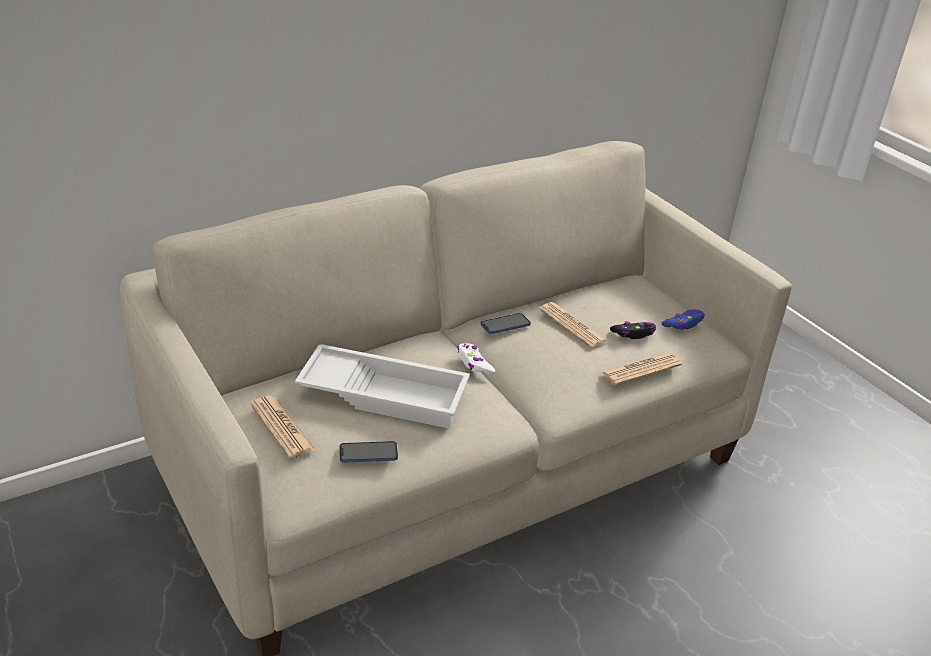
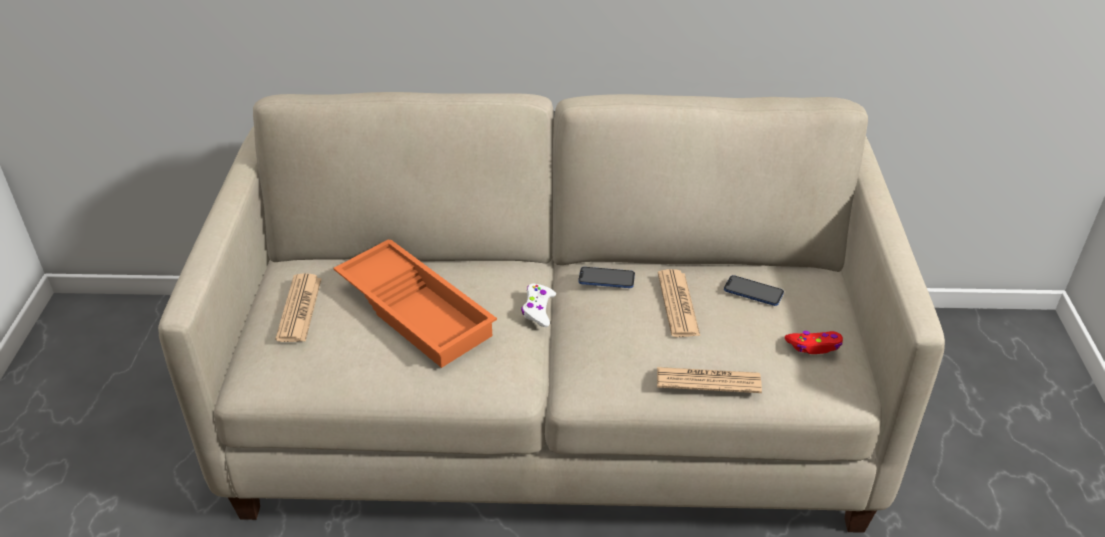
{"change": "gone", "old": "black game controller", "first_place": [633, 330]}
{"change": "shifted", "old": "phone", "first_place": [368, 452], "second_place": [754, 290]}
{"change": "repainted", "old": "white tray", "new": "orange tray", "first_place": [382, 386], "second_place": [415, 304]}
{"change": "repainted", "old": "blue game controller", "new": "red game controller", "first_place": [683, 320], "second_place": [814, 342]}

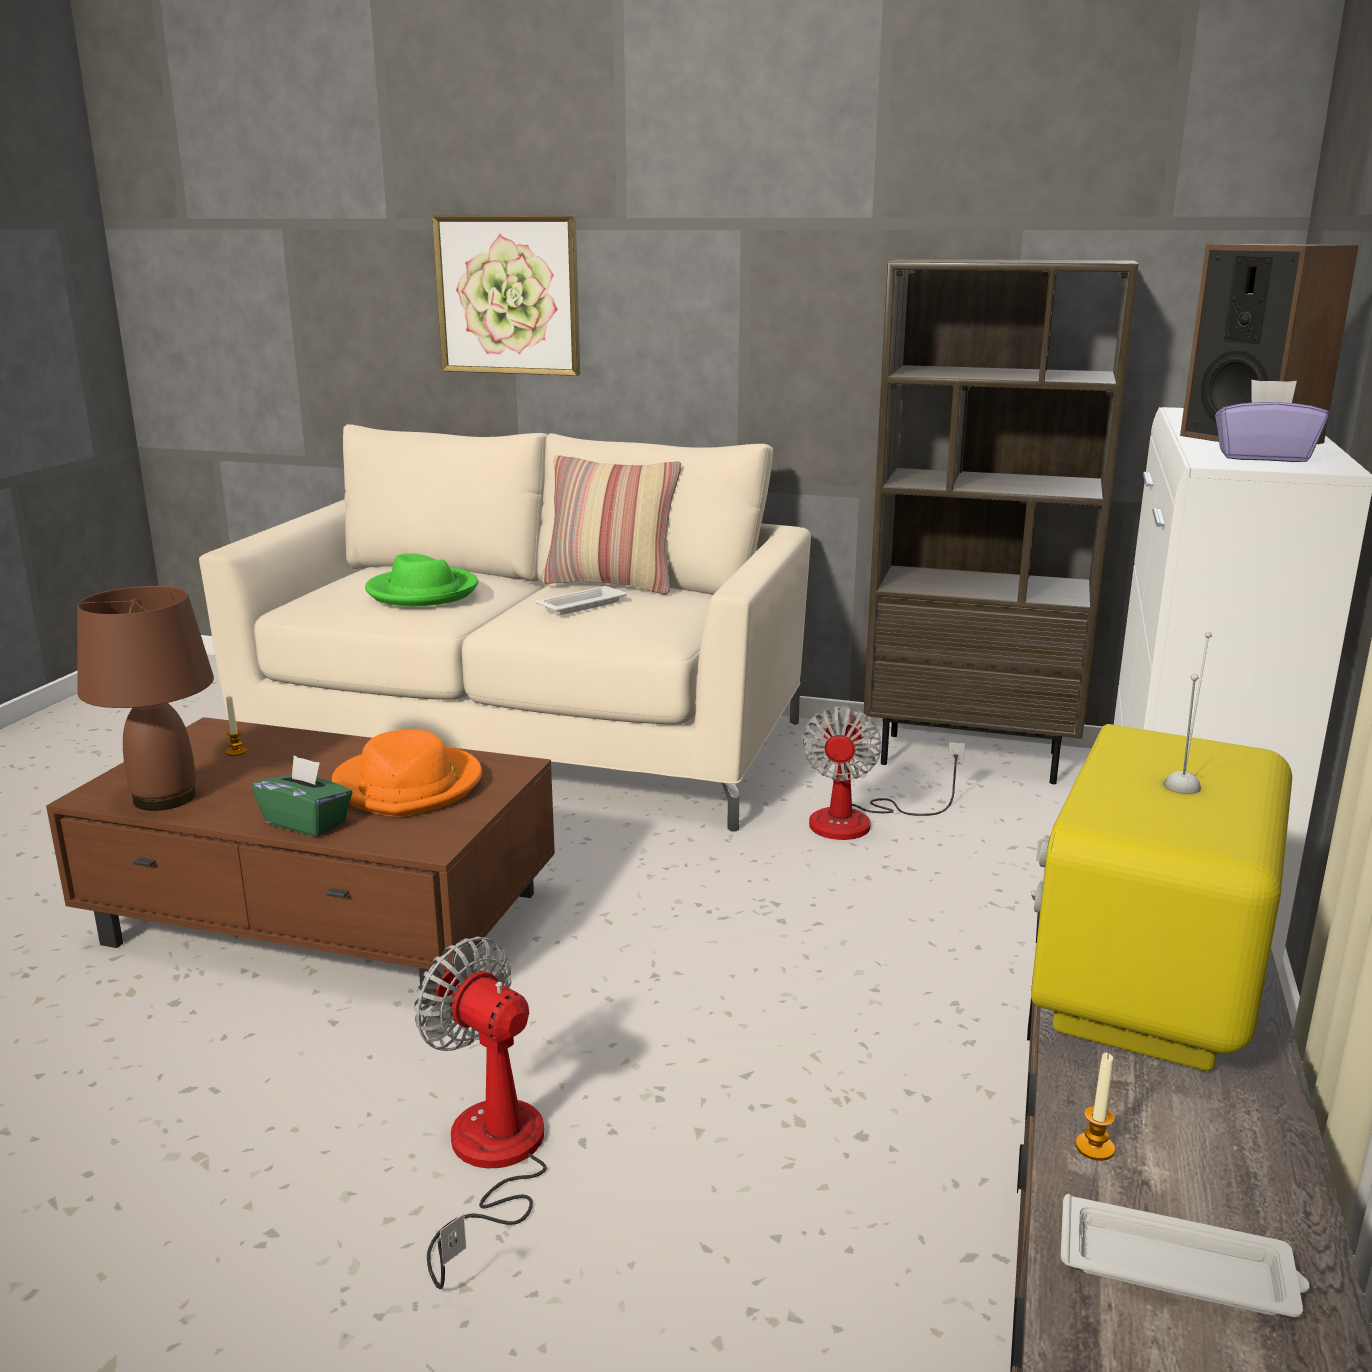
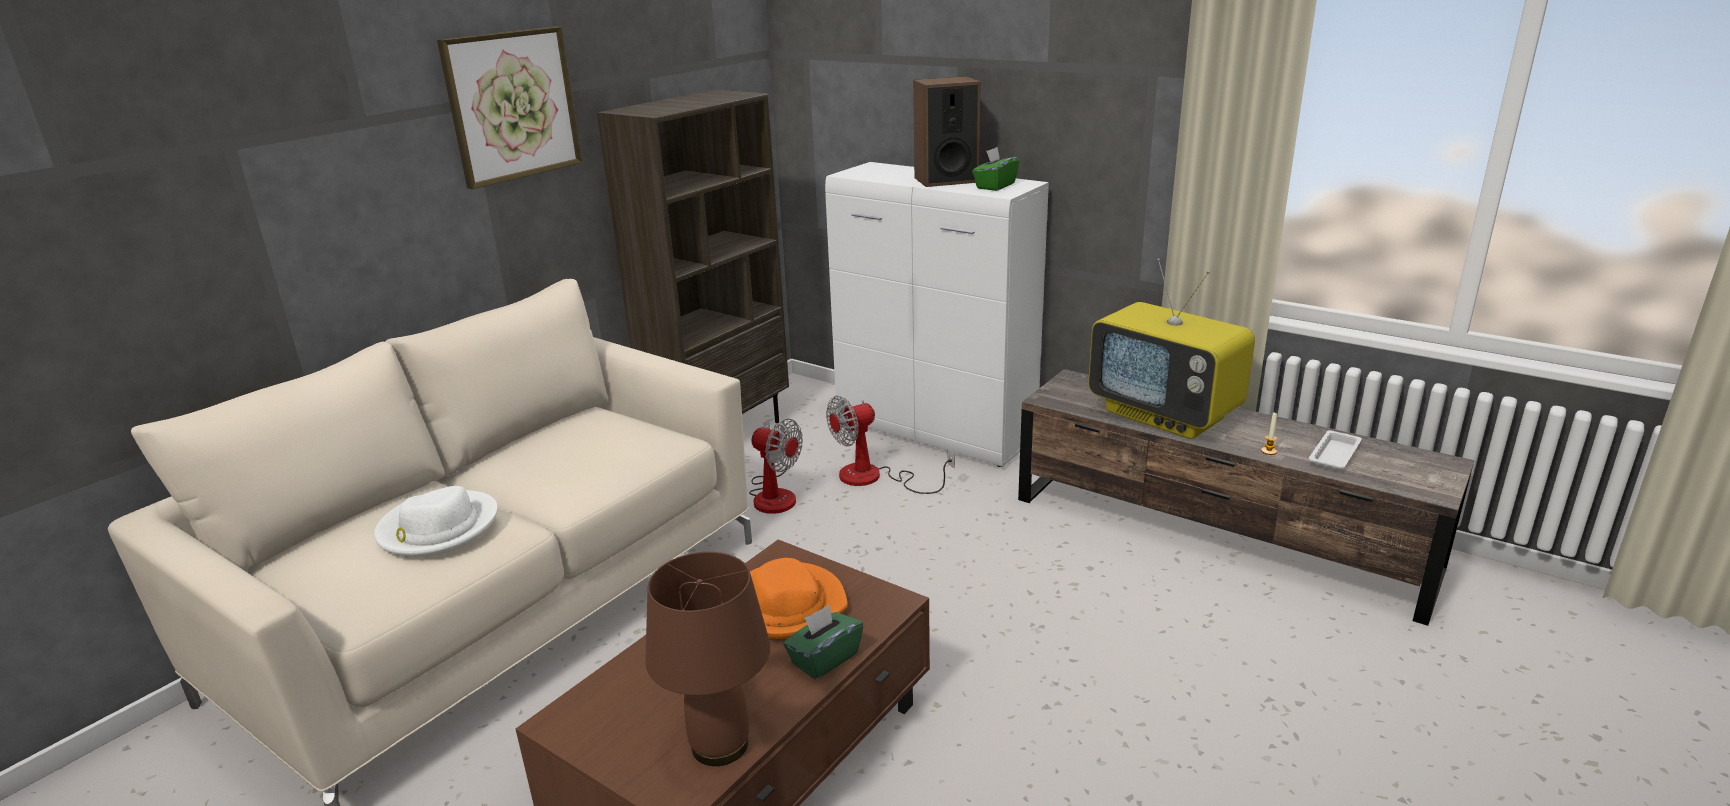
{"change": "gone", "old": "candle", "first_place": [236, 726]}
{"change": "gone", "old": "white tray", "first_place": [581, 600]}
{"change": "gone", "old": "pillow", "first_place": [611, 525]}
{"change": "shifted", "old": "fan", "first_place": [480, 1112], "second_place": [890, 445]}
{"change": "shifted", "old": "picture", "first_place": [506, 296], "second_place": [509, 107]}
{"change": "repainted", "old": "green hat", "new": "white hat", "first_place": [421, 580], "second_place": [435, 521]}
{"change": "repainted", "old": "purple tissue box", "new": "green tissue box", "first_place": [1272, 421], "second_place": [995, 169]}

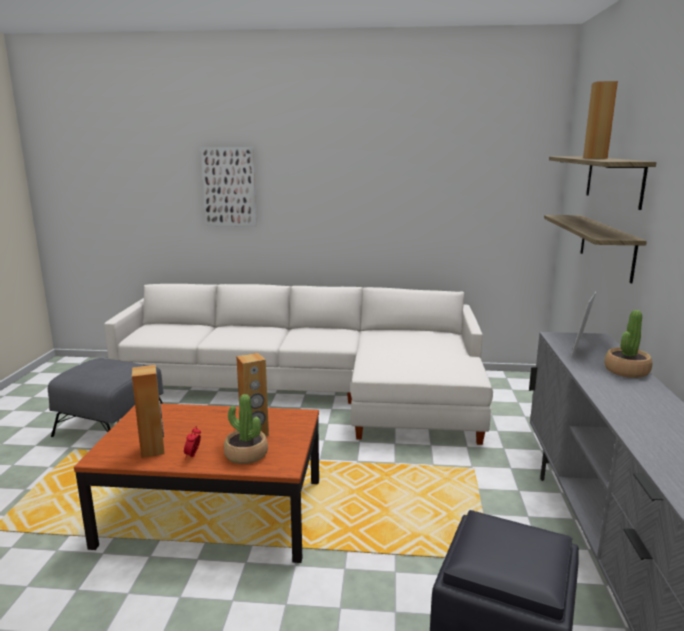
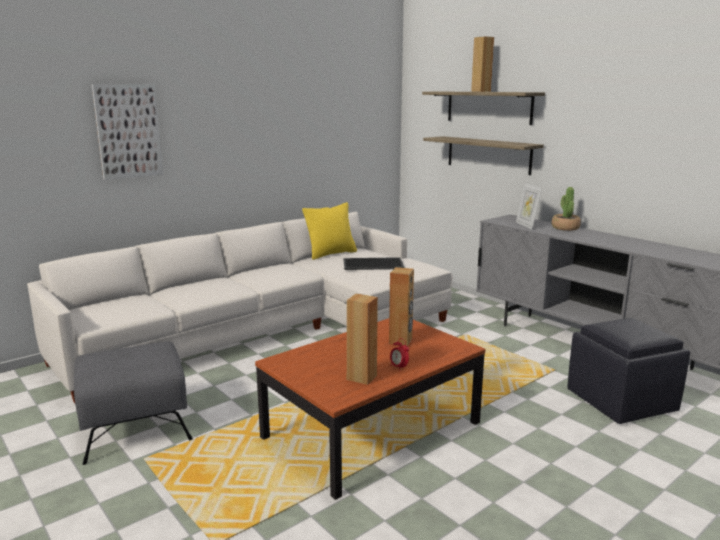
{"change": "gone", "old": "potted plant", "first_place": [246, 429]}
{"change": "new", "new": "yellow pillow", "second_place": [329, 231]}
{"change": "new", "new": "tray", "second_place": [374, 263]}

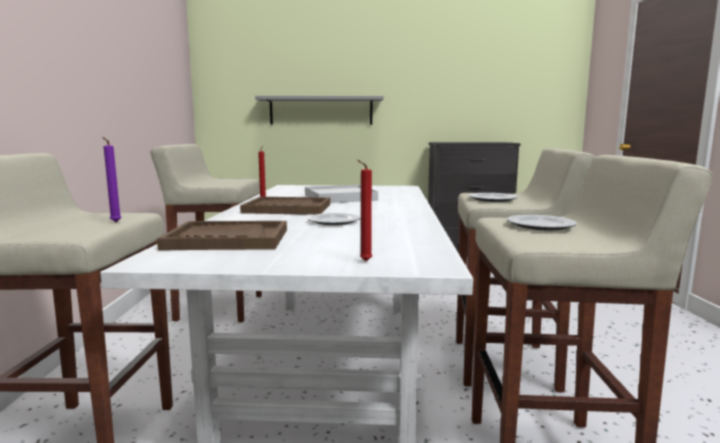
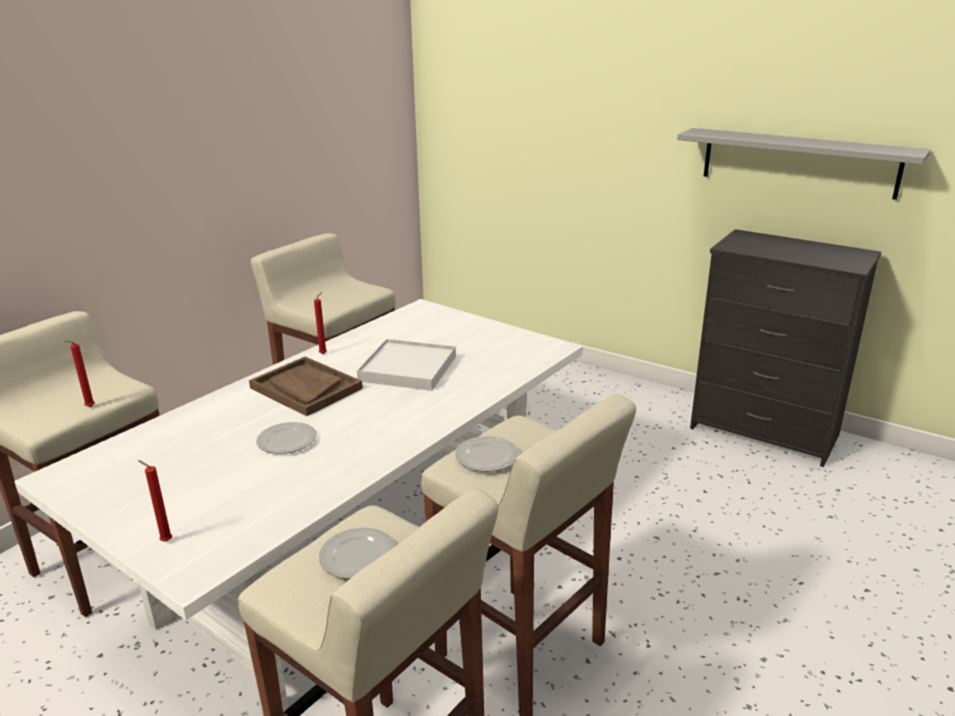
{"change": "gone", "old": "brown tray", "first_place": [222, 235]}
{"change": "shifted", "old": "grey shelf", "first_place": [319, 110], "second_place": [804, 164]}
{"change": "repainted", "old": "purple candle", "new": "red candle", "first_place": [112, 179], "second_place": [80, 374]}

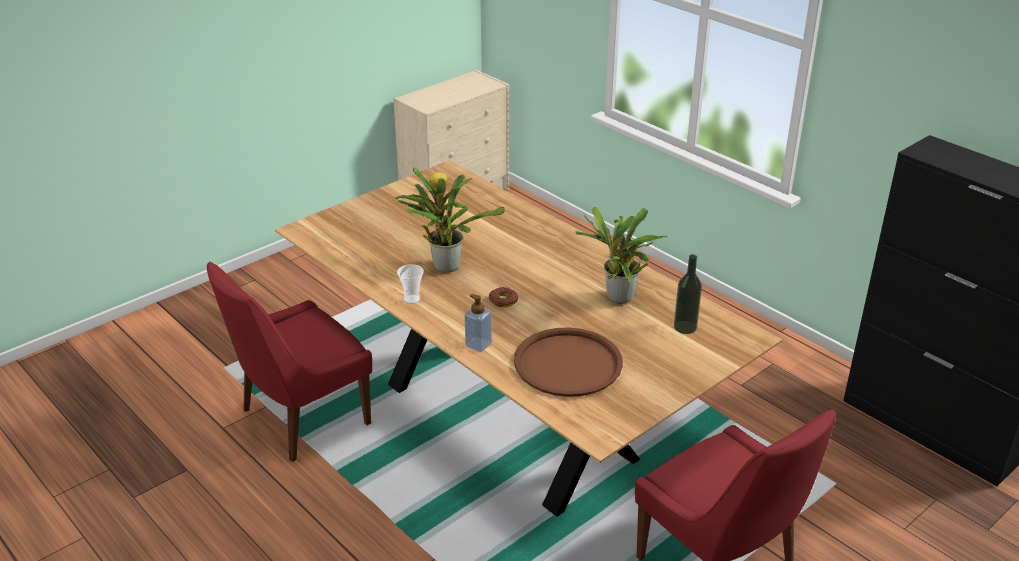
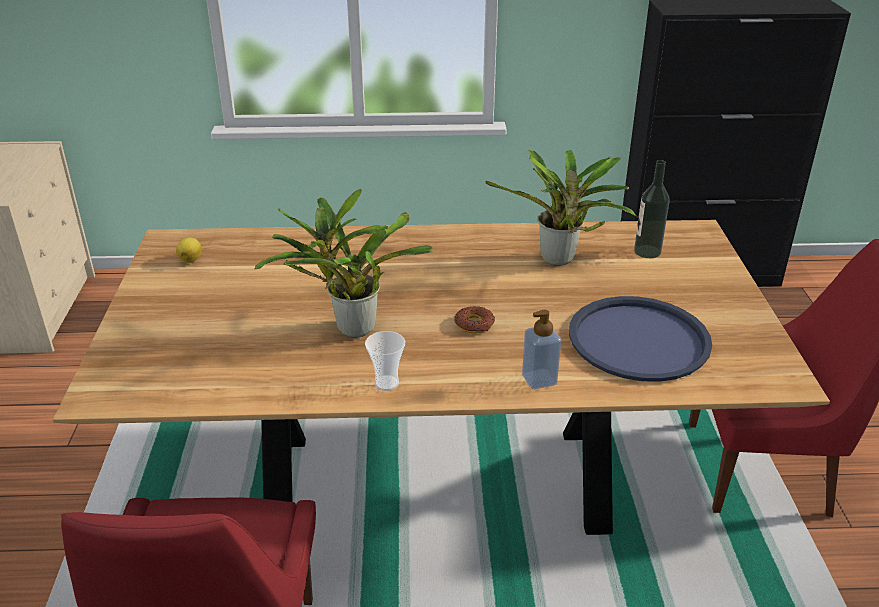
{"change": "repainted", "old": "brown tray", "new": "blue tray", "first_place": [568, 362], "second_place": [640, 339]}

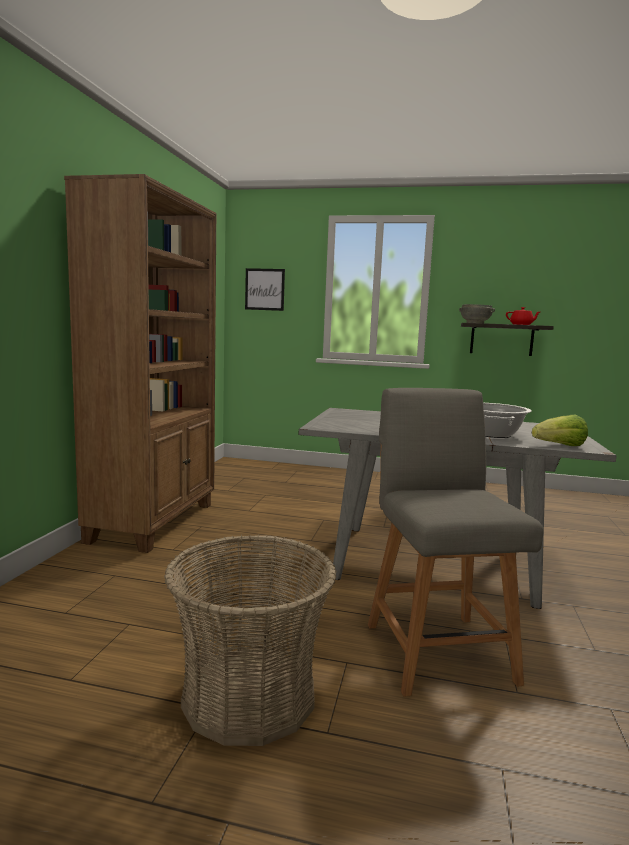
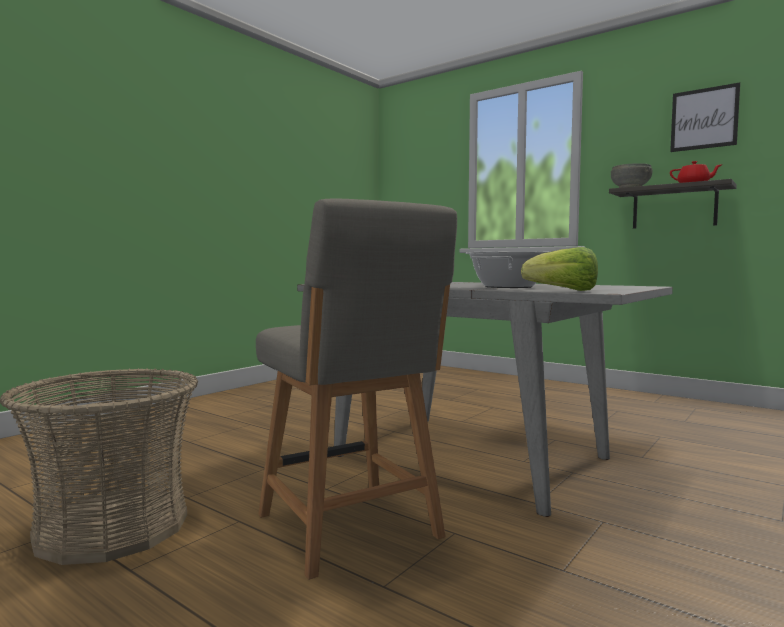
{"change": "gone", "old": "brown bookcase", "first_place": [140, 363]}
{"change": "shifted", "old": "picture", "first_place": [265, 289], "second_place": [705, 117]}
{"change": "rotated", "old": "grey chair", "first_place": [456, 542], "second_place": [356, 389], "degrees": 135}

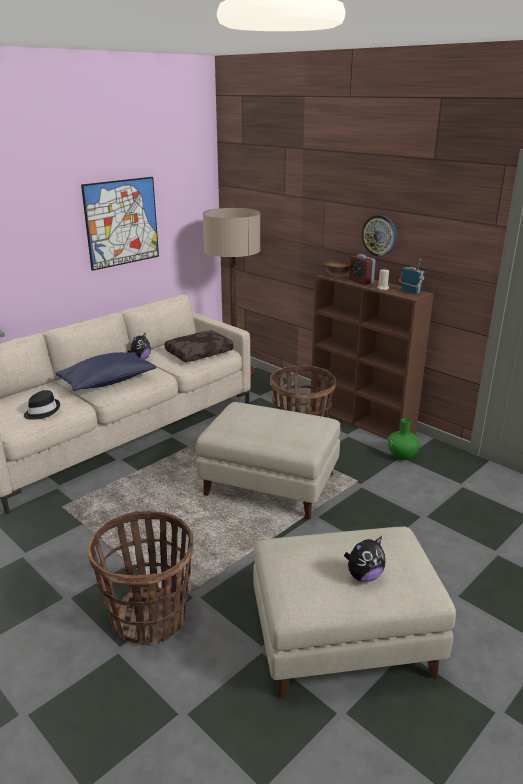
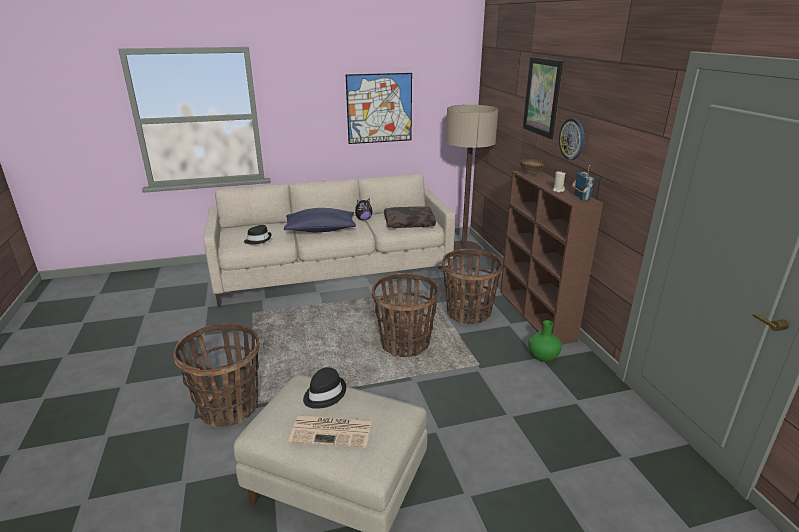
{"change": "gone", "old": "alarm clock", "first_place": [362, 269]}
{"change": "new", "new": "black hat", "second_place": [324, 388]}
{"change": "new", "new": "picture", "second_place": [543, 98]}
{"change": "swapped", "old": "beige ottoman", "new": "basket", "first_place": [268, 460], "second_place": [405, 315]}
{"change": "swapped", "old": "plush toy", "new": "newspaper", "first_place": [364, 559], "second_place": [330, 431]}

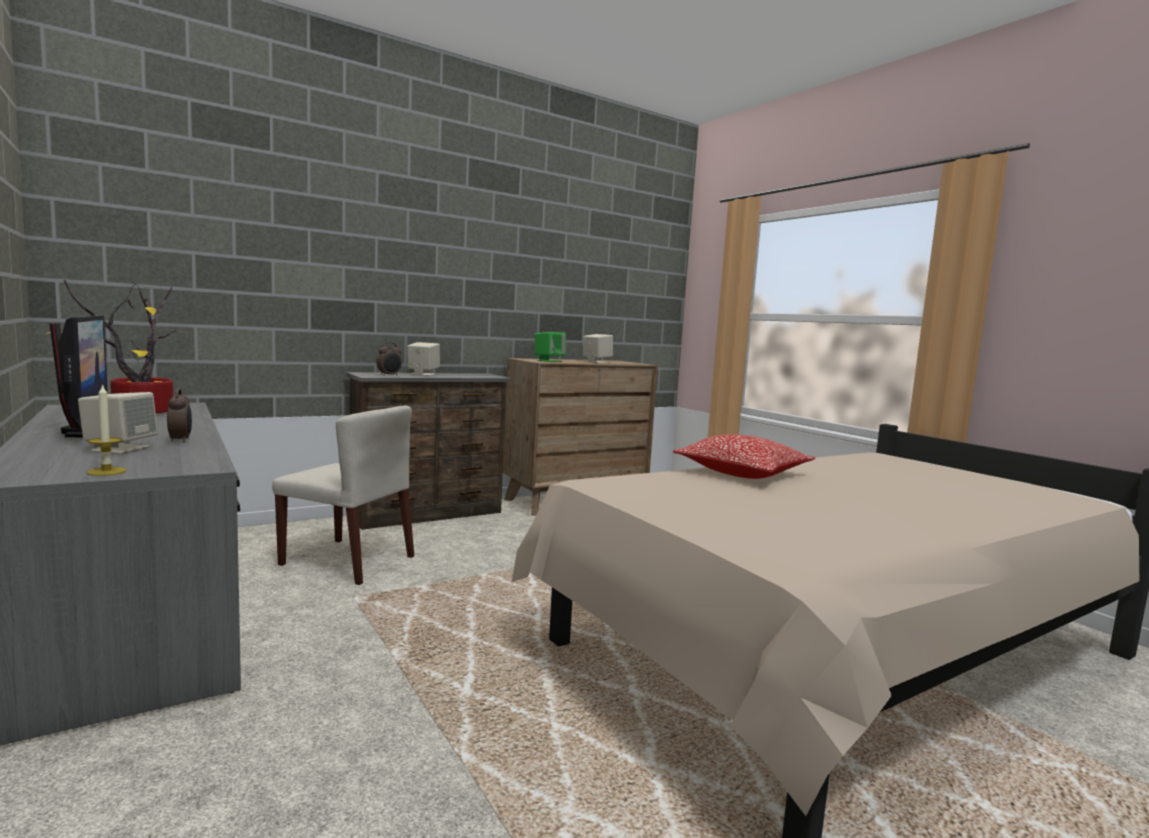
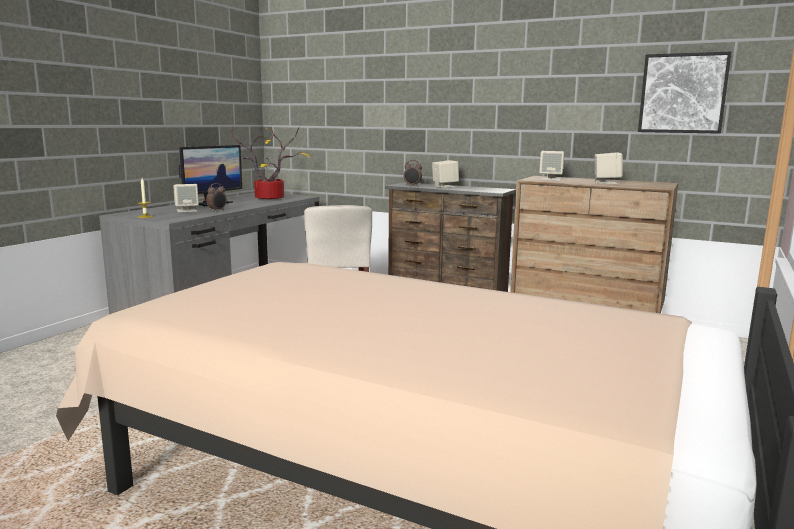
{"change": "gone", "old": "pillow", "first_place": [744, 457]}
{"change": "new", "new": "picture", "second_place": [684, 93]}
{"change": "repainted", "old": "green speaker", "new": "beige speaker", "first_place": [550, 347], "second_place": [551, 166]}

